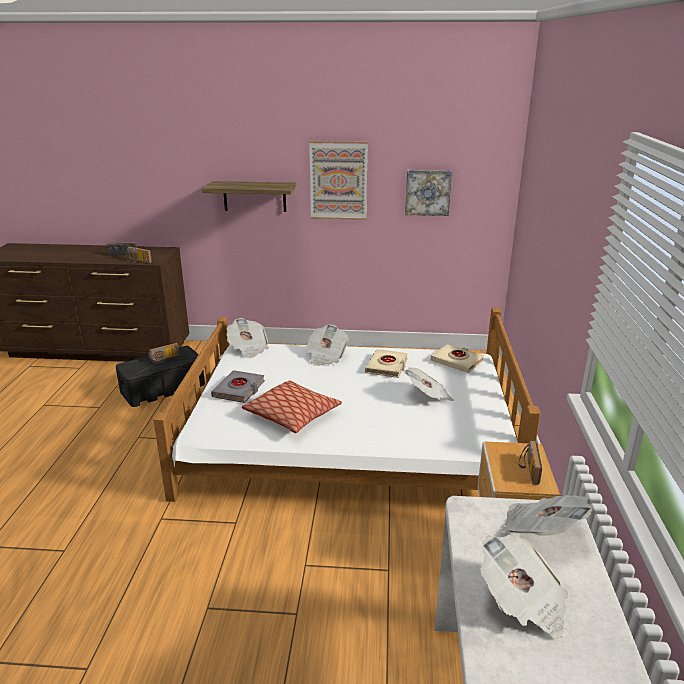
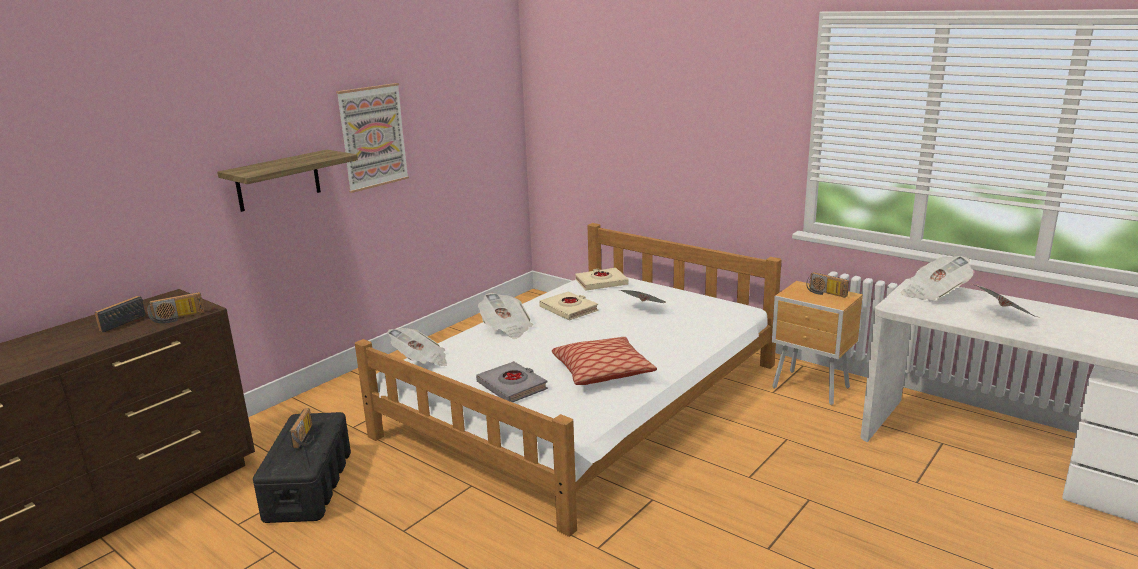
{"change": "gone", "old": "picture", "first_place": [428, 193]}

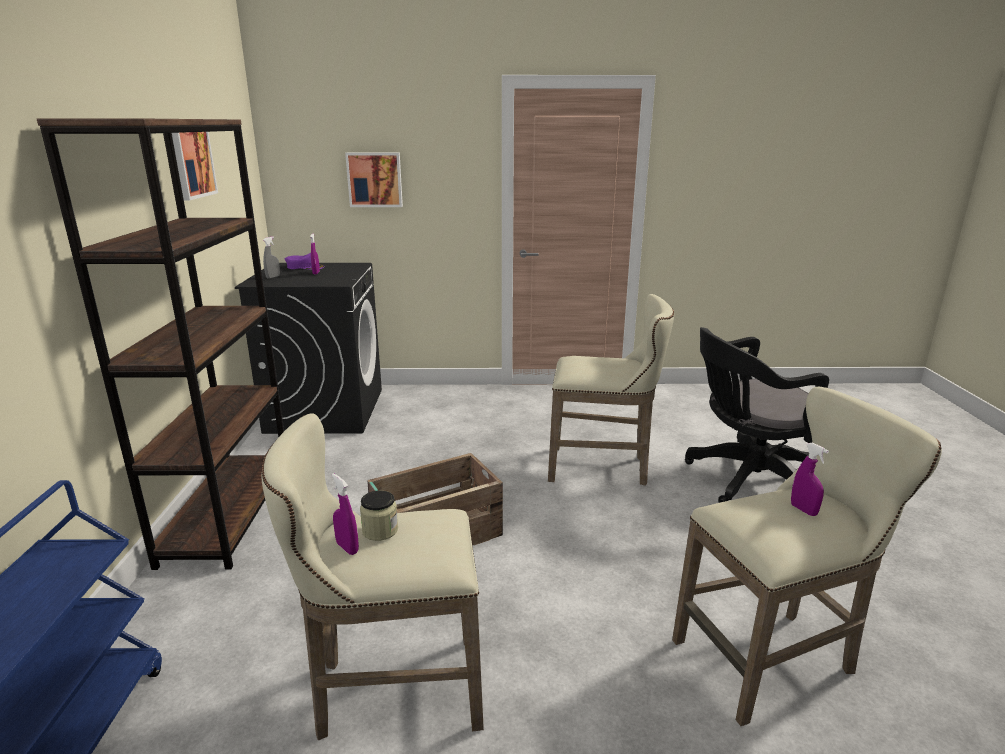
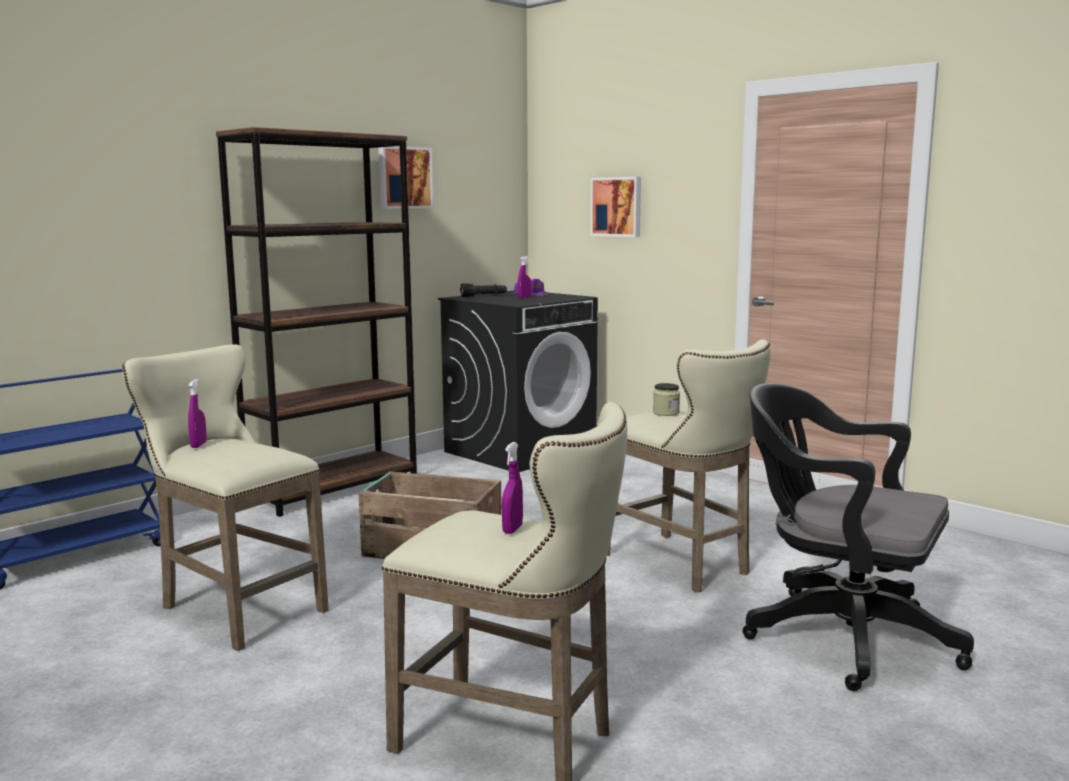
{"change": "shifted", "old": "jar", "first_place": [379, 515], "second_place": [666, 399]}
{"change": "swapped", "old": "grey spray bottle", "new": "black flashlight", "first_place": [271, 258], "second_place": [483, 290]}

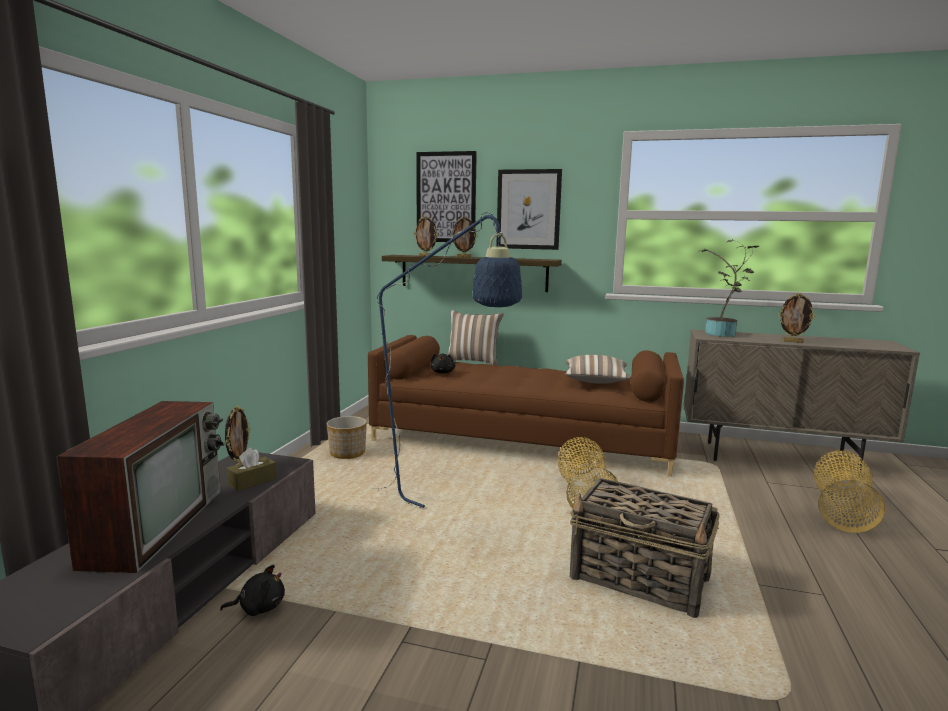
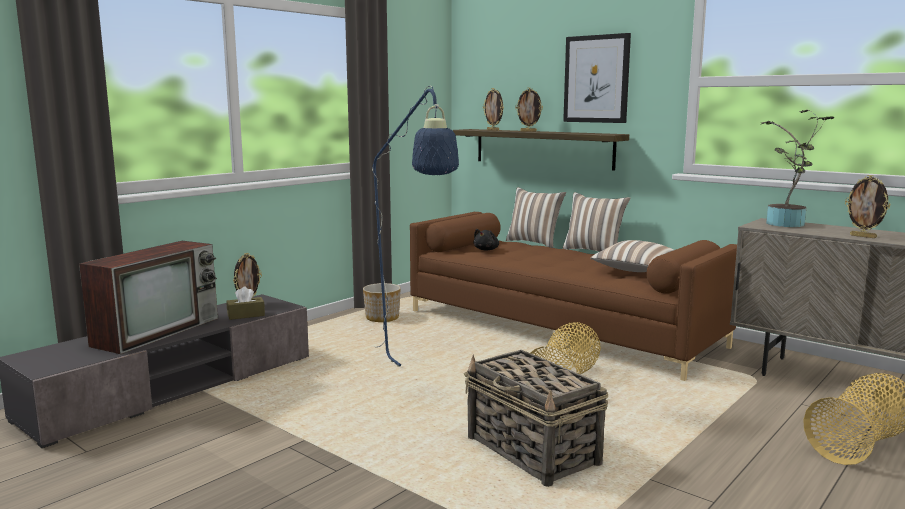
{"change": "gone", "old": "black plush toy", "first_place": [252, 590]}
{"change": "gone", "old": "picture", "first_place": [446, 196]}
{"change": "new", "new": "pillow", "second_place": [596, 222]}

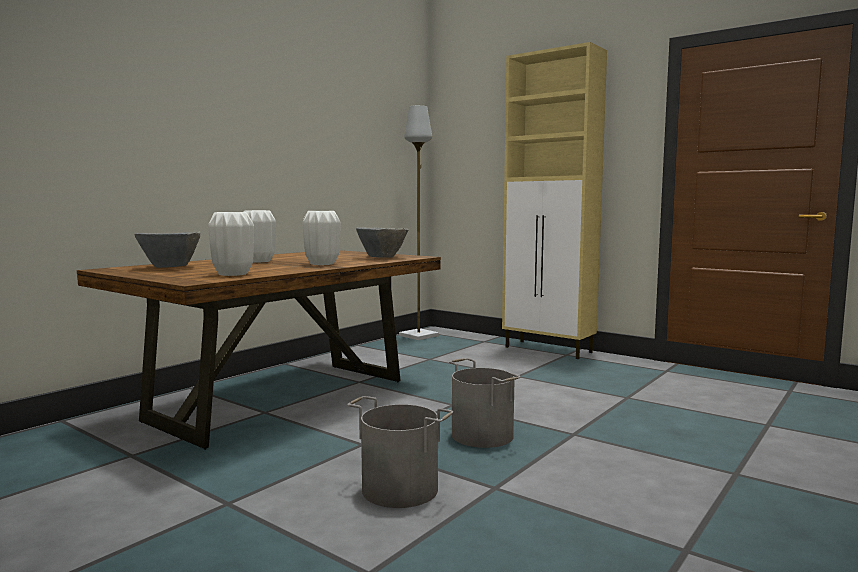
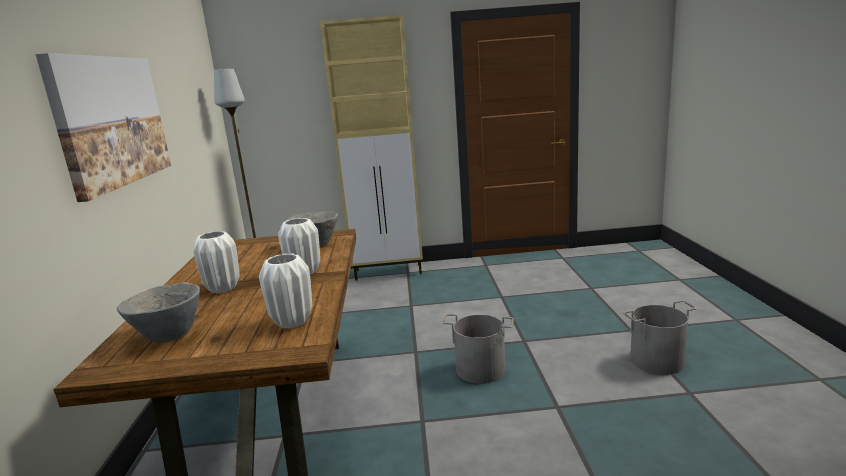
{"change": "new", "new": "picture", "second_place": [103, 127]}
{"change": "shifted", "old": "grey bucket", "first_place": [400, 452], "second_place": [660, 337]}

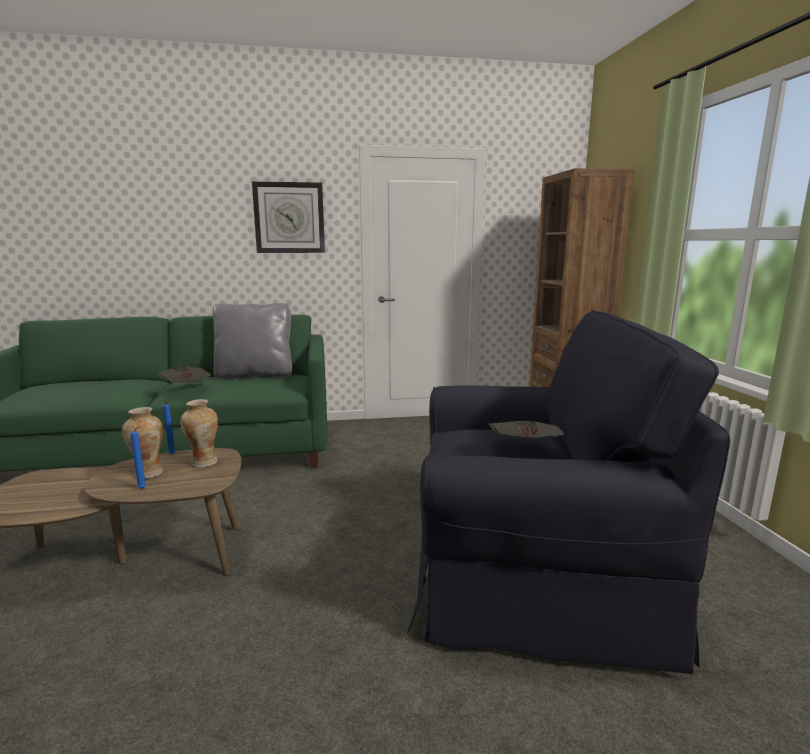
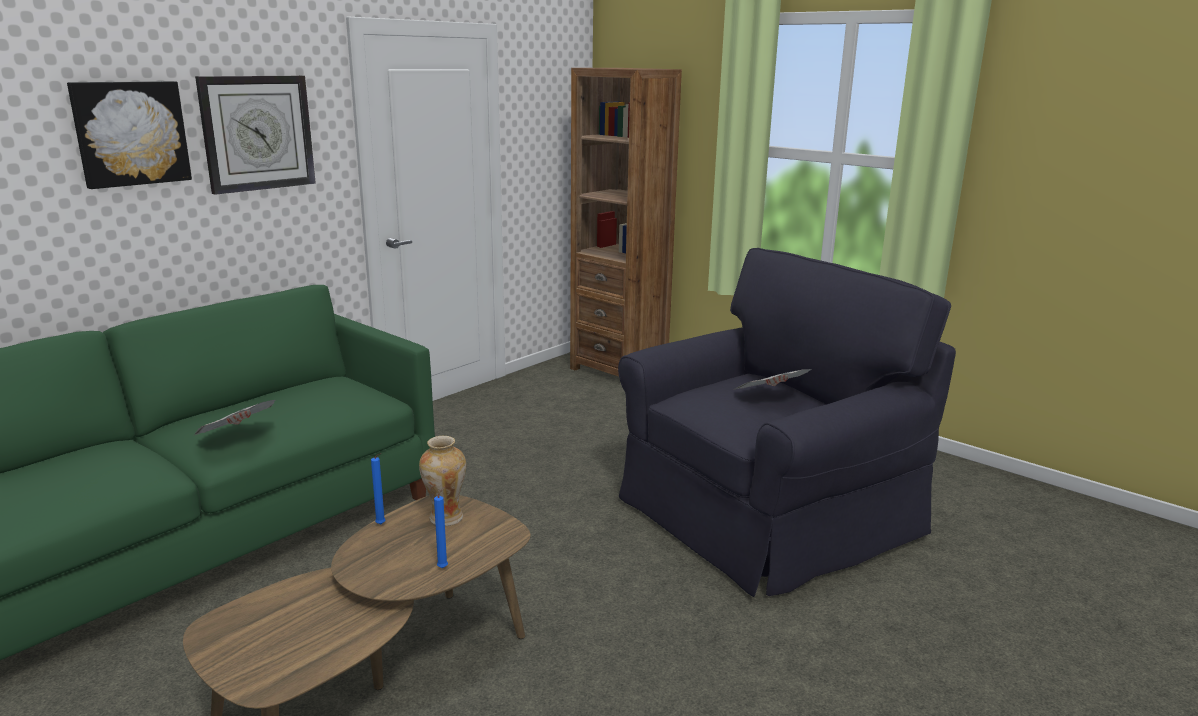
{"change": "gone", "old": "vase", "first_place": [142, 443]}
{"change": "gone", "old": "grey pillow", "first_place": [252, 341]}
{"change": "new", "new": "picture", "second_place": [129, 135]}

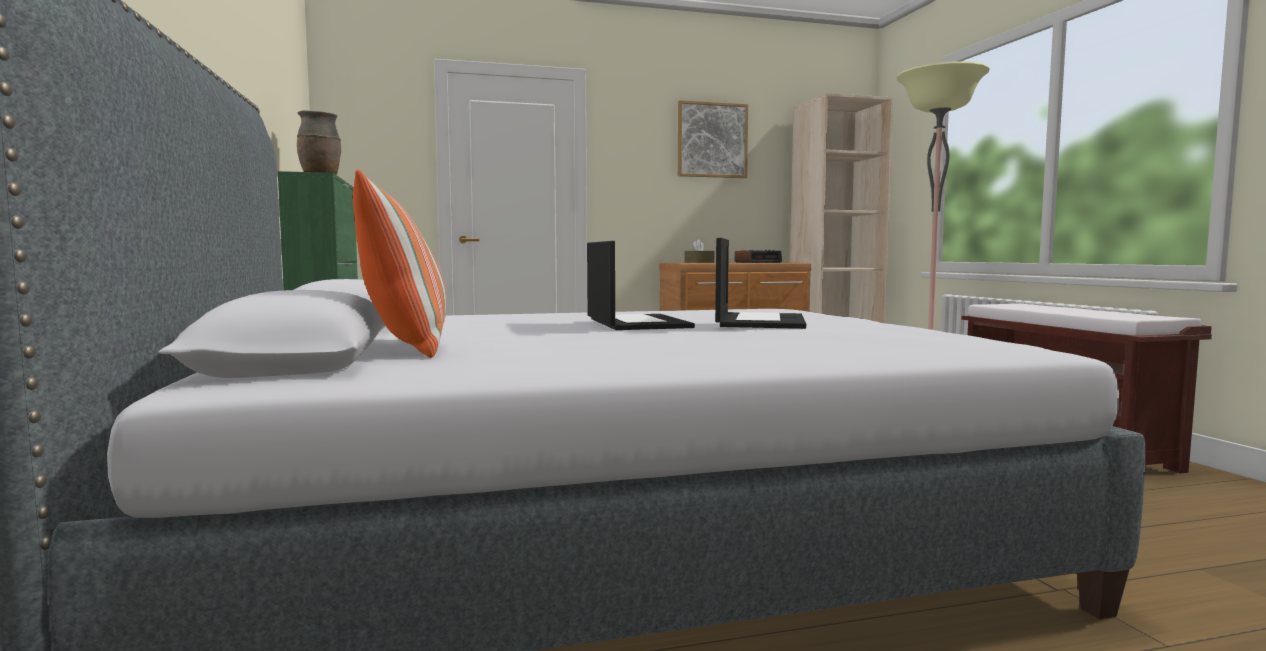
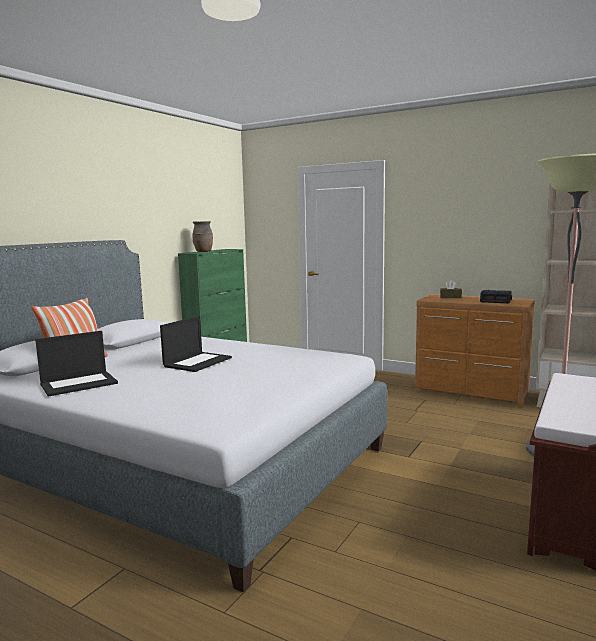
{"change": "gone", "old": "picture", "first_place": [713, 139]}
{"change": "shifted", "old": "laptop", "first_place": [760, 283], "second_place": [76, 363]}

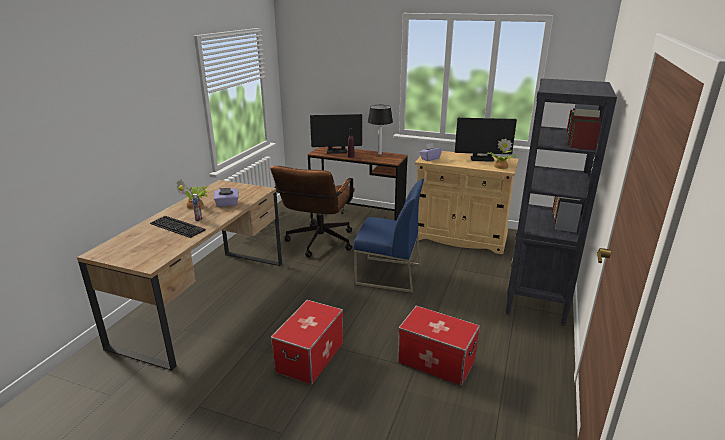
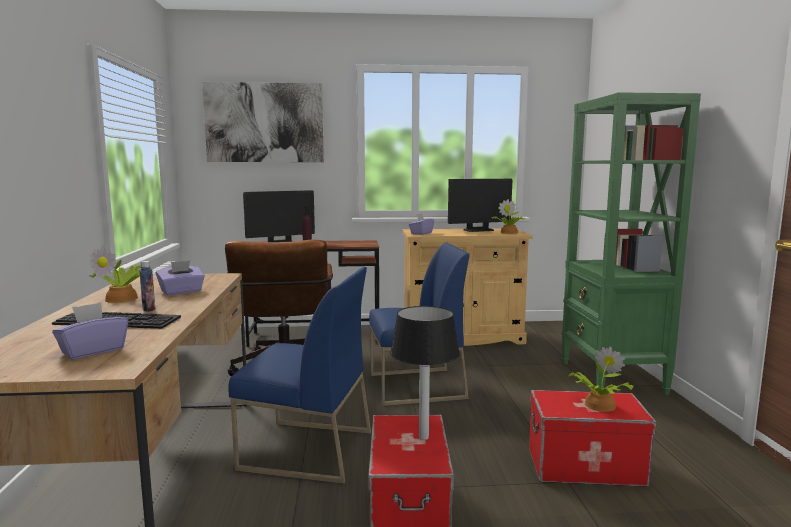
{"change": "new", "new": "purple tissue box", "second_place": [90, 331]}
{"change": "new", "new": "picture", "second_place": [263, 122]}
{"change": "new", "new": "blue chair", "second_place": [300, 375]}
{"change": "new", "new": "potted plant", "second_place": [600, 379]}
{"change": "shifted", "old": "table lamp", "first_place": [380, 130], "second_place": [425, 373]}
{"change": "repainted", "old": "black bookcase", "new": "green bookcase", "first_place": [561, 202], "second_place": [631, 243]}

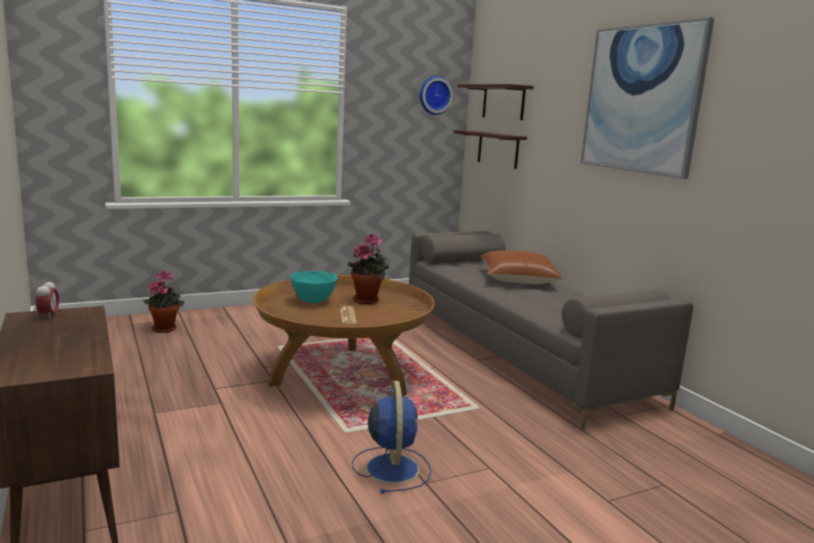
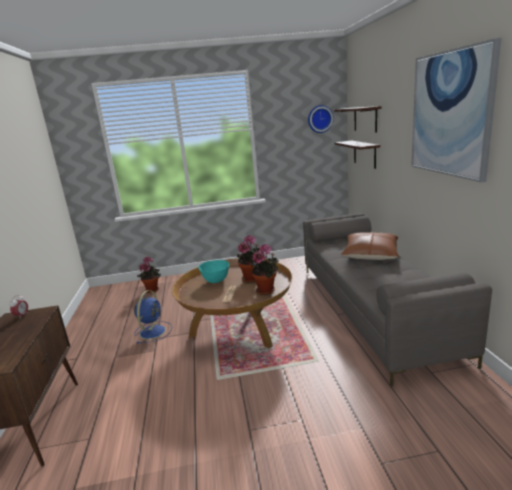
{"change": "new", "new": "potted plant", "second_place": [265, 269]}
{"change": "shifted", "old": "blue fan", "first_place": [391, 437], "second_place": [153, 317]}

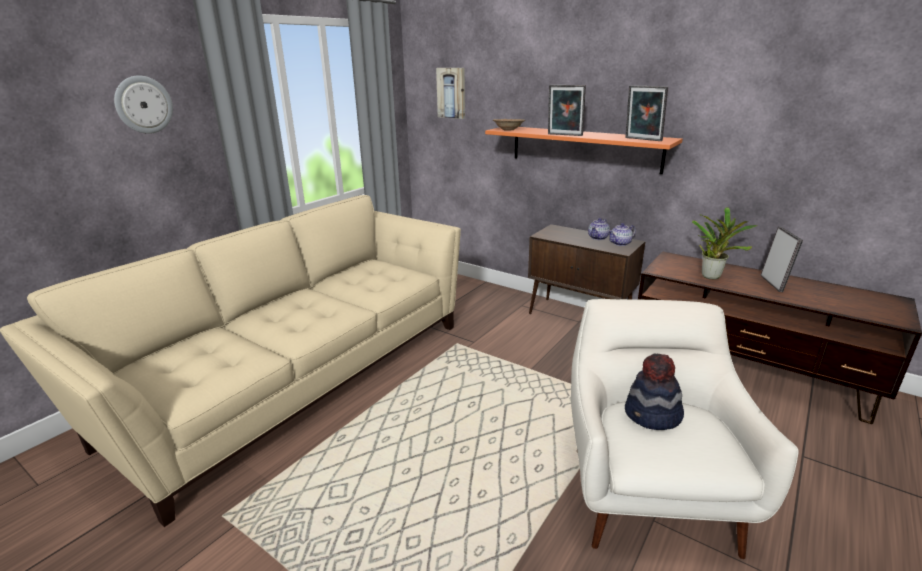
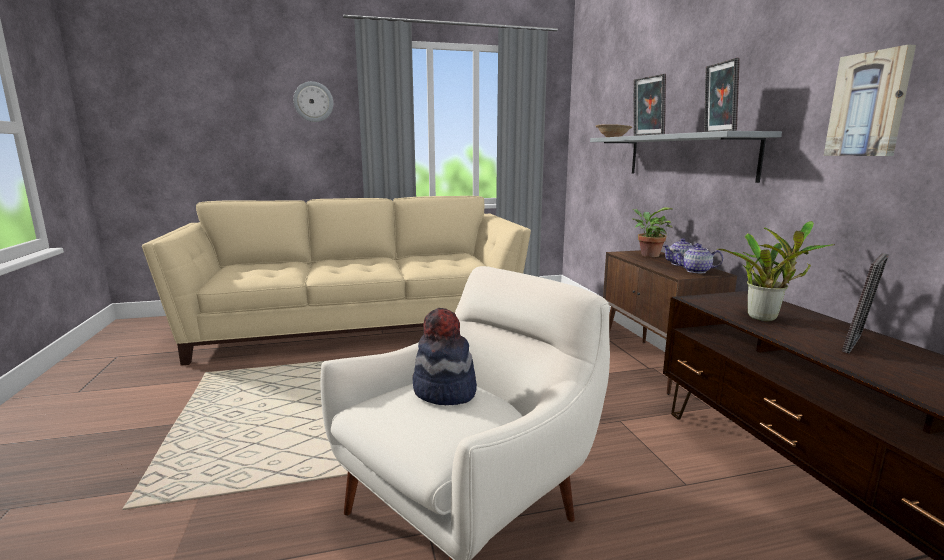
{"change": "new", "new": "potted plant", "second_place": [653, 232]}
{"change": "shifted", "old": "picture", "first_place": [450, 93], "second_place": [870, 100]}
{"change": "repainted", "old": "orange shelf", "new": "grey shelf", "first_place": [584, 150], "second_place": [686, 157]}

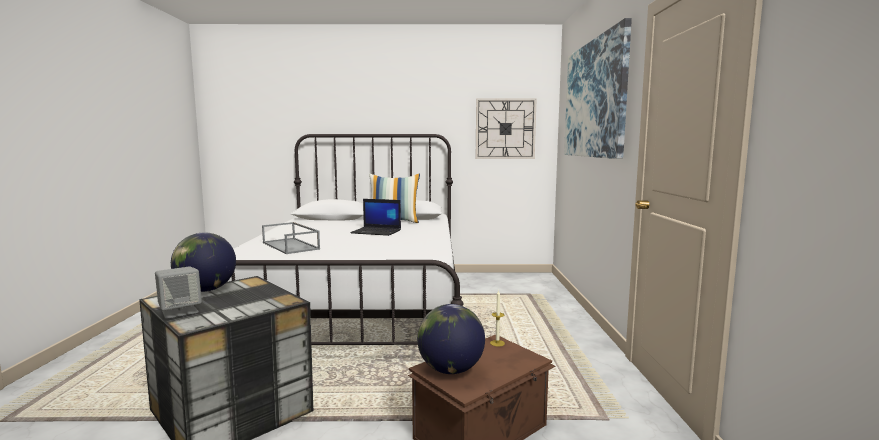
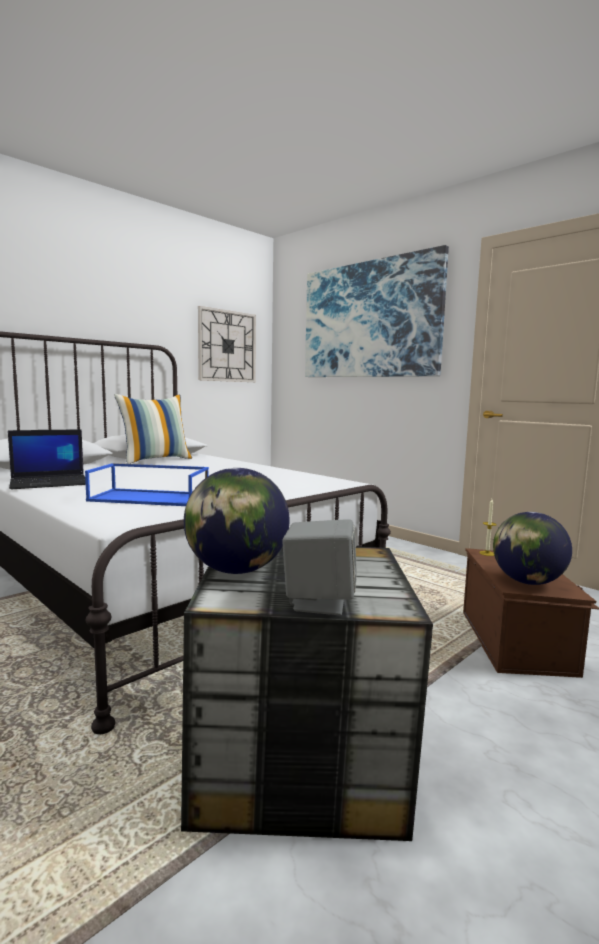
{"change": "shifted", "old": "laptop", "first_place": [375, 217], "second_place": [47, 459]}
{"change": "repainted", "old": "grey tray", "new": "blue tray", "first_place": [291, 238], "second_place": [147, 484]}

